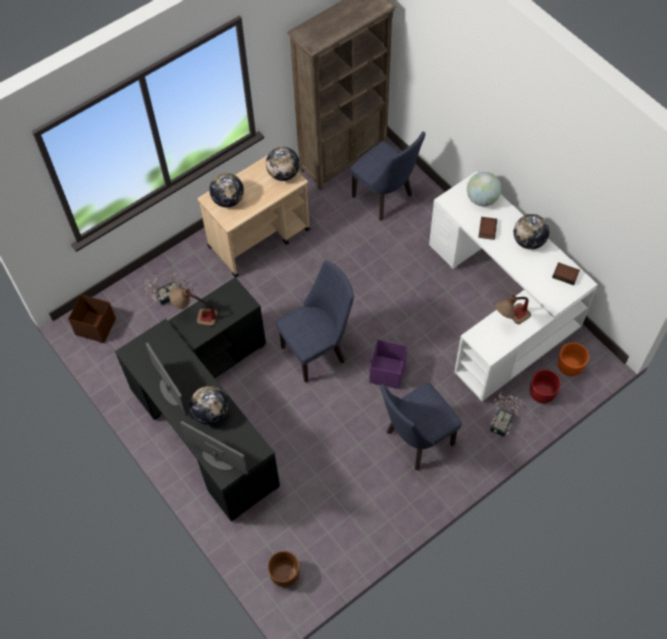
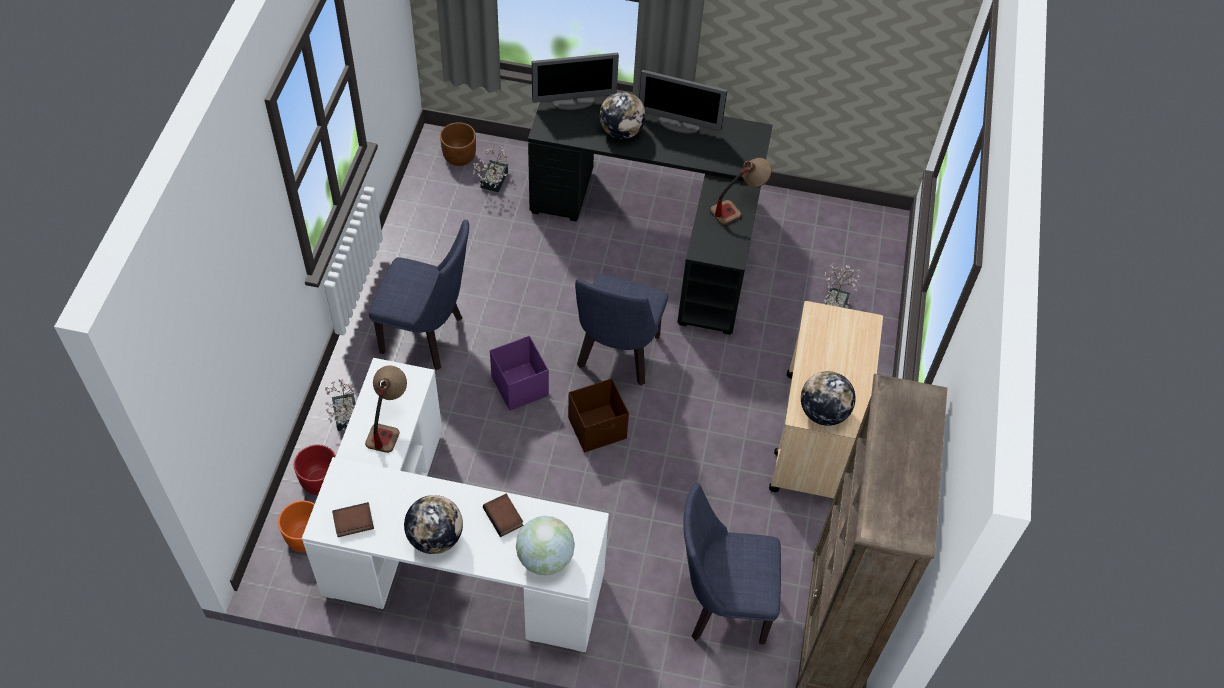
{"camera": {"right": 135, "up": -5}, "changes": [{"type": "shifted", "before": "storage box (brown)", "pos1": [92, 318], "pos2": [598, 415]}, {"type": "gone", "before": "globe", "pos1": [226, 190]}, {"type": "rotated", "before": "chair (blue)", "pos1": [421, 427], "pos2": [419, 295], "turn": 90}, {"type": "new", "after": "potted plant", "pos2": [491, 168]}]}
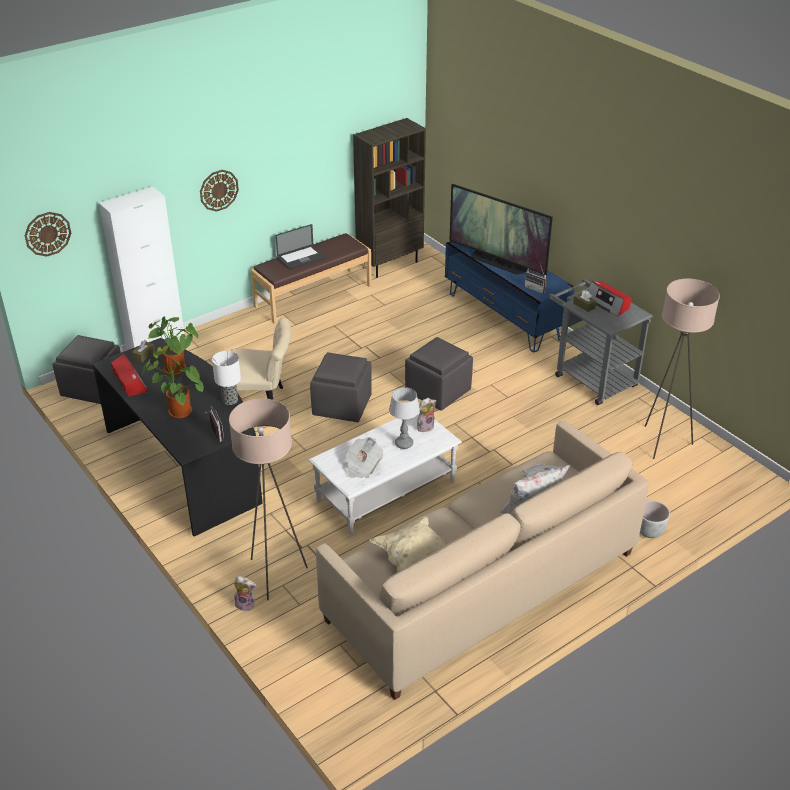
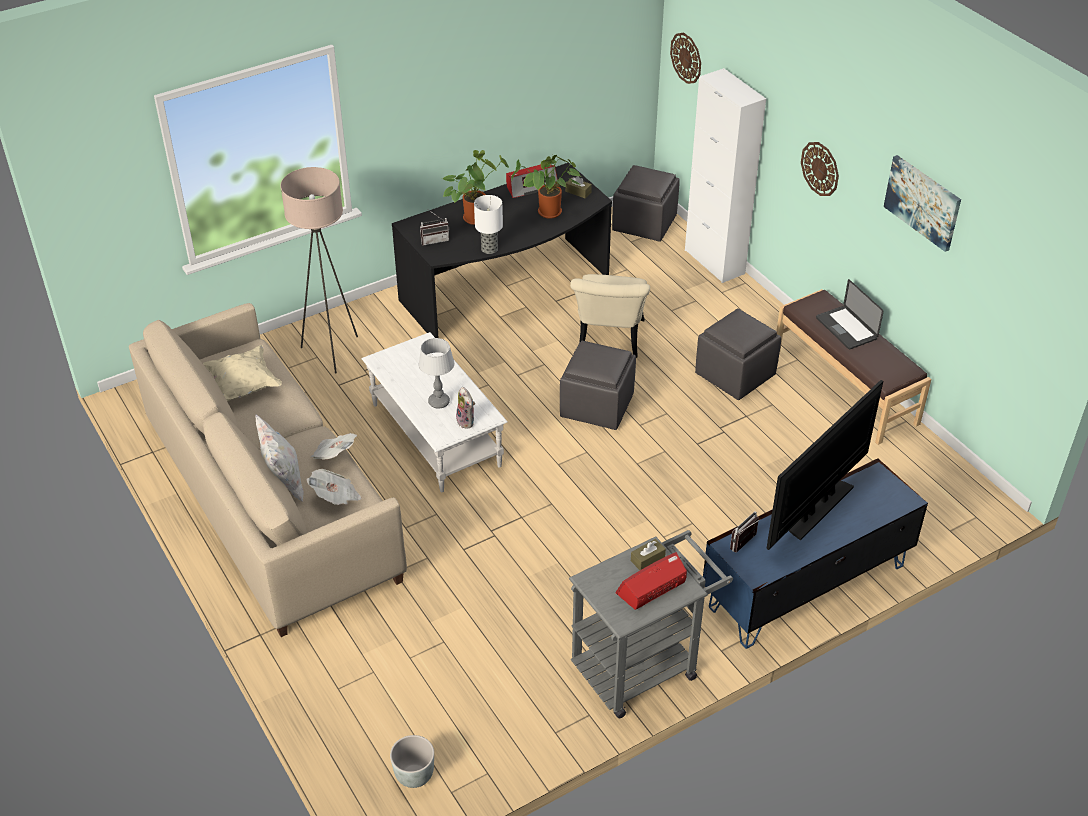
{"camera": {"right": 95, "up": 5}, "changes": [{"type": "gone", "before": "plush toy", "pos1": [245, 593]}, {"type": "shifted", "before": "newspaper", "pos1": [363, 457], "pos2": [334, 446]}, {"type": "gone", "before": "bookcase (brown)", "pos1": [389, 198]}, {"type": "shifted", "before": "ottoman (grey)", "pos1": [439, 374], "pos2": [738, 354]}, {"type": "shifted", "before": "planter (grey)", "pos1": [655, 519], "pos2": [412, 761]}, {"type": "gone", "before": "floor lamp (beige)", "pos1": [682, 369]}, {"type": "new", "after": "picture", "pos2": [922, 203]}]}
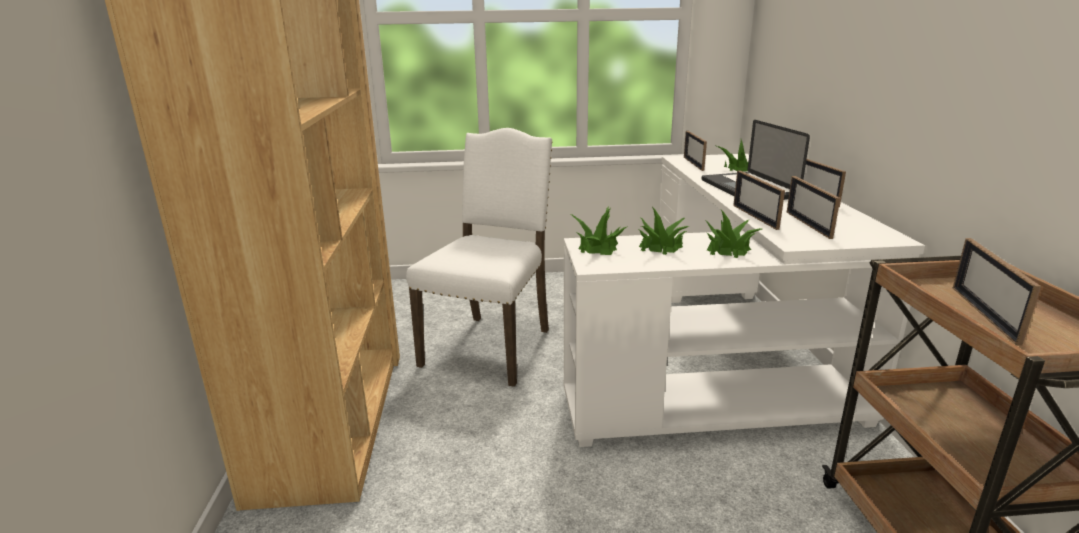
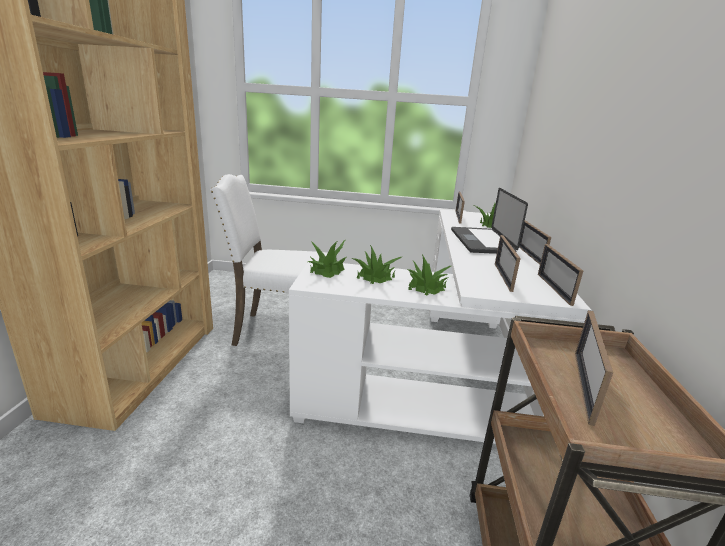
{"camera": {"right": 10, "up": 0}, "changes": [{"type": "rotated", "before": "chair (white)", "pos1": [479, 257], "pos2": [269, 260], "turn": -120}, {"type": "shifted", "before": "picture frame", "pos1": [759, 200], "pos2": [560, 275]}]}
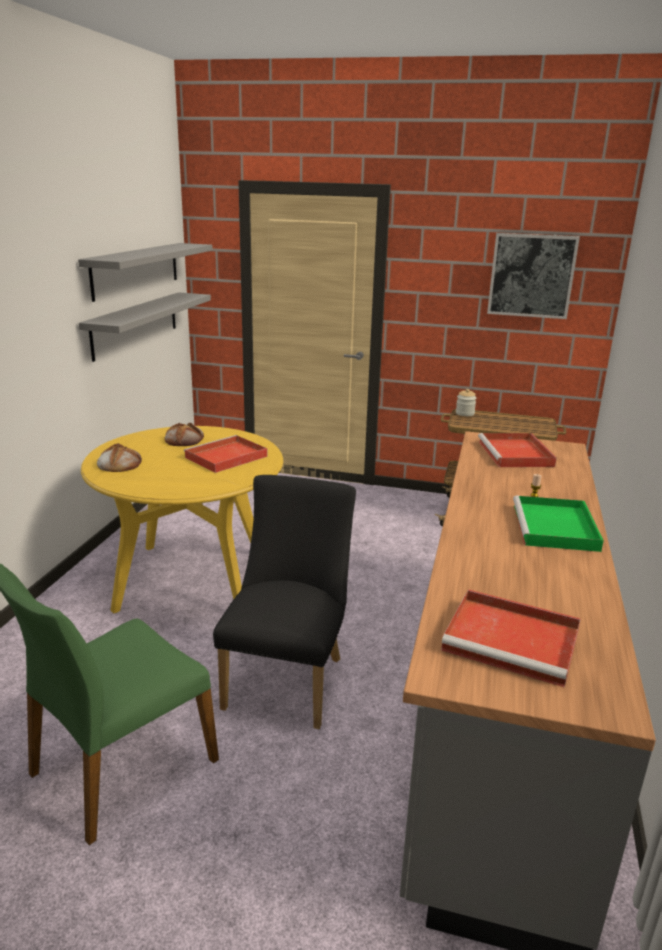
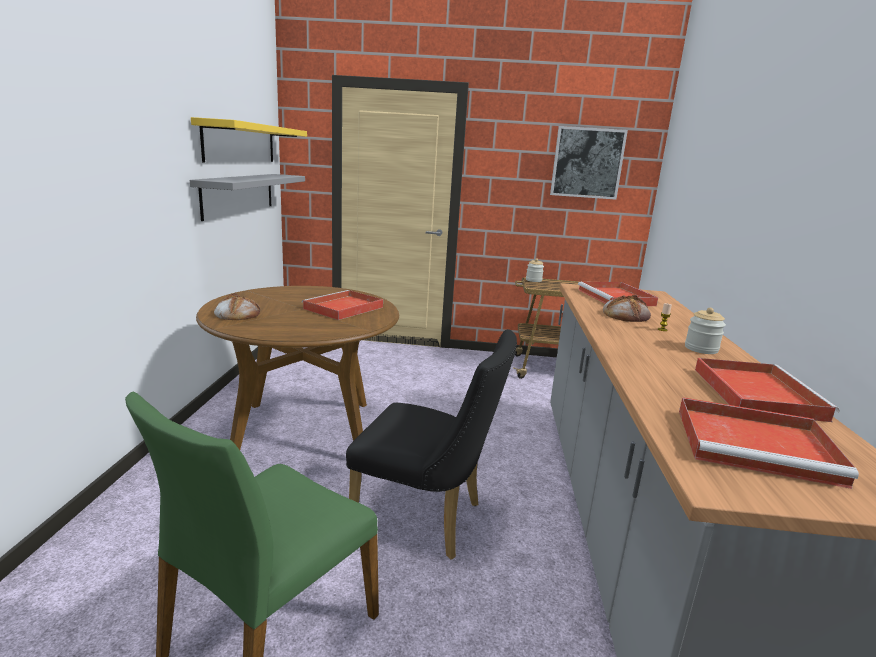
{"camera": {"right": -10, "up": -5}, "changes": [{"type": "repainted", "before": "shelf (grey)", "after": "shelf (yellow)", "pos1": [145, 272], "pos2": [249, 140]}, {"type": "repainted", "before": "dining table (yellow)", "after": "dining table (brown)", "pos1": [182, 519], "pos2": [297, 368]}, {"type": "shifted", "before": "bread", "pos1": [184, 434], "pos2": [627, 308]}, {"type": "rotated", "before": "chair (black)", "pos1": [284, 602], "pos2": [431, 444], "turn": 105}, {"type": "swapped", "before": "tray (green)", "after": "jar", "pos1": [558, 523], "pos2": [705, 331]}, {"type": "new", "after": "tray (red)", "pos2": [767, 390]}]}
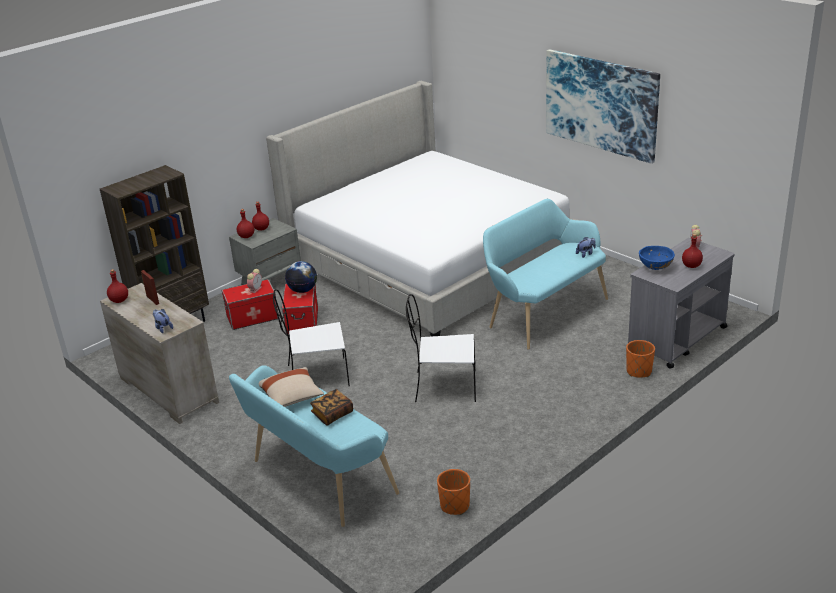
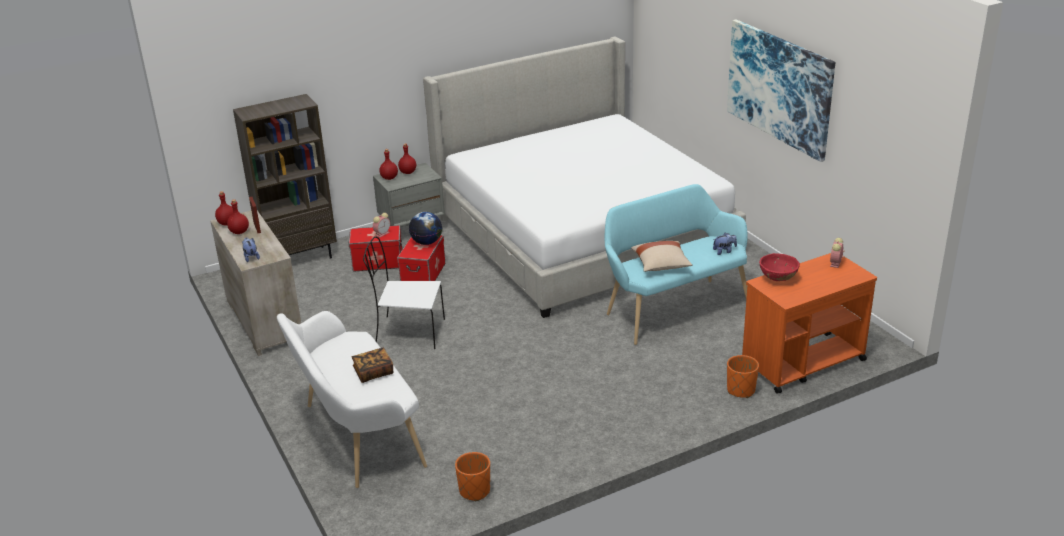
{"camera": {"right": 15, "up": 0}, "changes": [{"type": "repainted", "before": "bench (turquoise)", "after": "bench (white)", "pos1": [314, 446], "pos2": [352, 399]}, {"type": "shifted", "before": "pillow (beige)", "pos1": [291, 387], "pos2": [661, 256]}, {"type": "gone", "before": "chair (white)", "pos1": [441, 348]}, {"type": "repainted", "before": "cart (grey)", "after": "cart (orange)", "pos1": [681, 303], "pos2": [809, 323]}, {"type": "repainted", "before": "bowl (blue)", "after": "bowl (red)", "pos1": [657, 258], "pos2": [779, 267]}, {"type": "shifted", "before": "bottle (red)", "pos1": [692, 251], "pos2": [238, 216]}]}
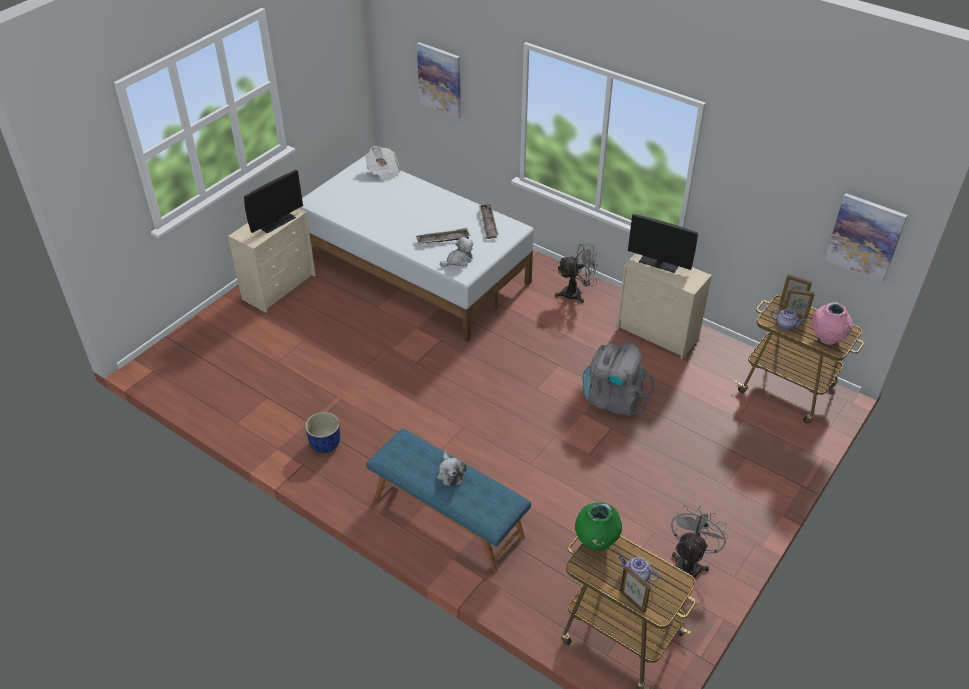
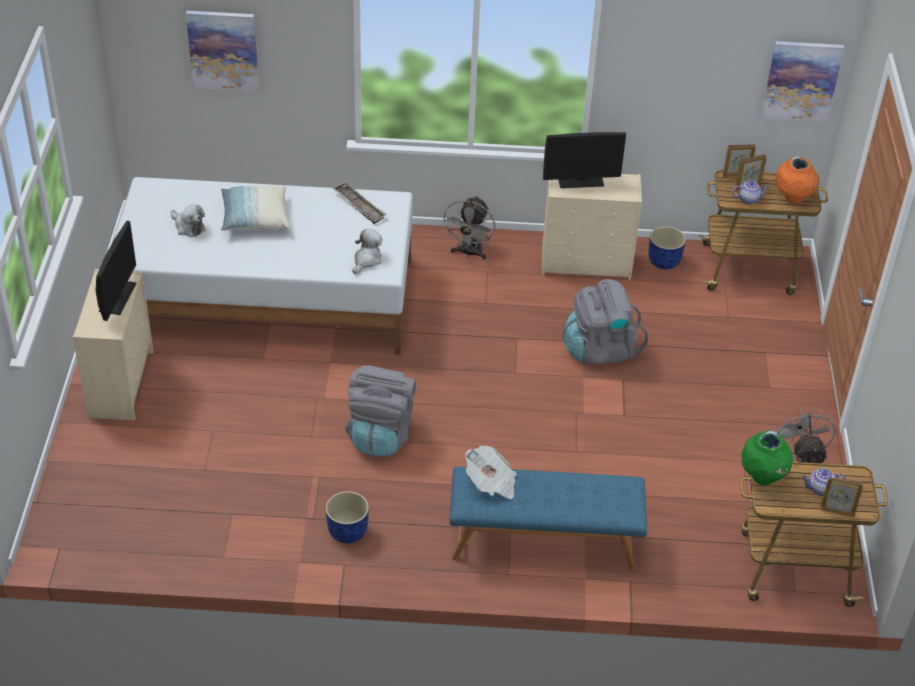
{"camera": {"right": -35, "up": 0}, "changes": [{"type": "shifted", "before": "newspaper", "pos1": [383, 164], "pos2": [490, 472]}, {"type": "gone", "before": "tray", "pos1": [443, 236]}, {"type": "shifted", "before": "plush toy", "pos1": [452, 468], "pos2": [188, 220]}, {"type": "rotated", "before": "fan (grey)", "pos1": [577, 273], "pos2": [468, 228], "turn": 150}, {"type": "repainted", "before": "vase (pink)", "after": "vase (orange)", "pos1": [832, 323], "pos2": [797, 180]}, {"type": "new", "after": "pillow", "pos2": [255, 208]}, {"type": "new", "after": "backpack (grey)", "pos2": [380, 411]}, {"type": "new", "after": "planter (blue)", "pos2": [667, 247]}]}
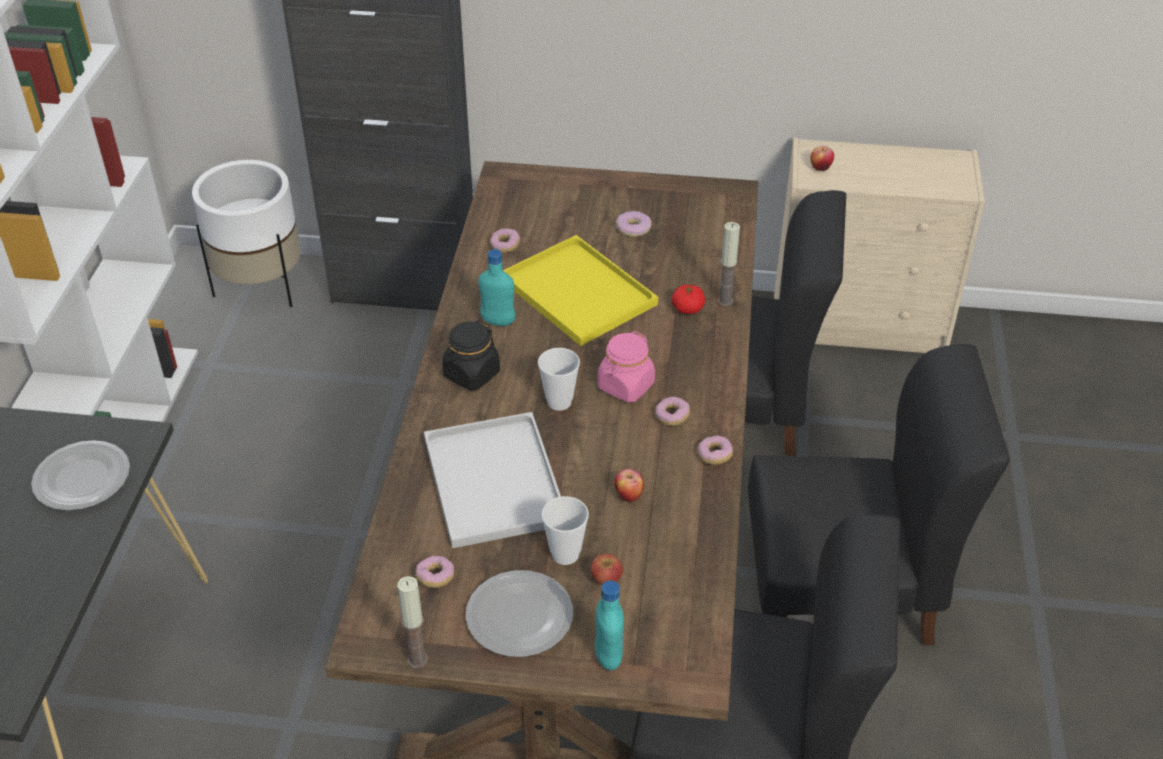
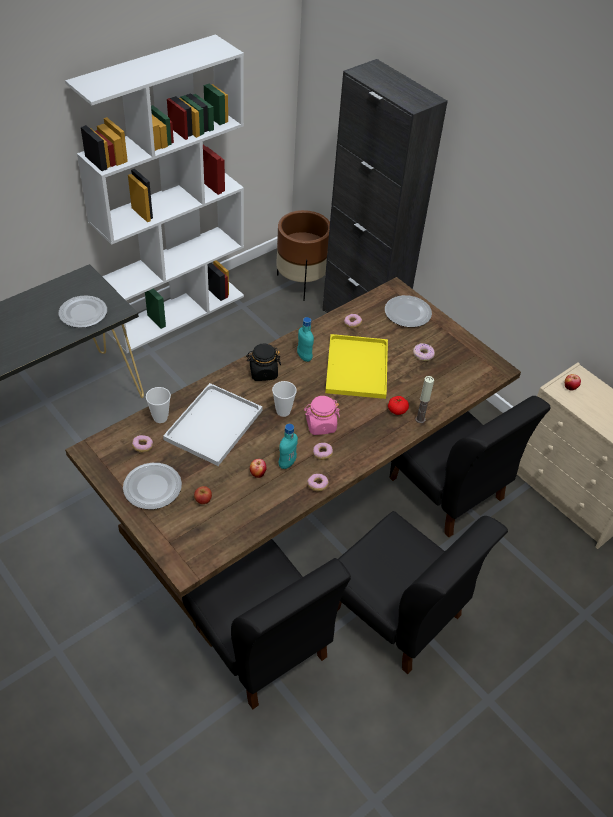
{"camera": {"right": 40, "up": 5}, "changes": [{"type": "repainted", "before": "planter (white)", "after": "planter (brown)", "pos1": [246, 233], "pos2": [303, 255]}, {"type": "gone", "before": "candle", "pos1": [412, 622]}, {"type": "shifted", "before": "cup", "pos1": [565, 530], "pos2": [158, 405]}, {"type": "shifted", "before": "bottle (turquoise)", "pos1": [609, 625], "pos2": [288, 446]}, {"type": "new", "after": "plate", "pos2": [408, 311]}]}
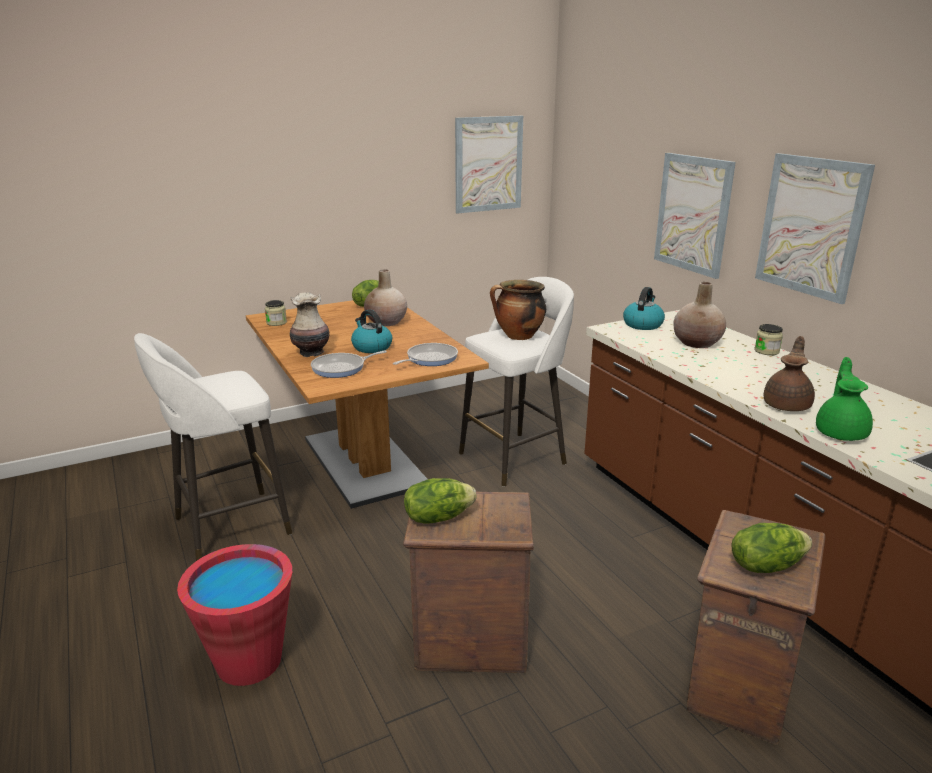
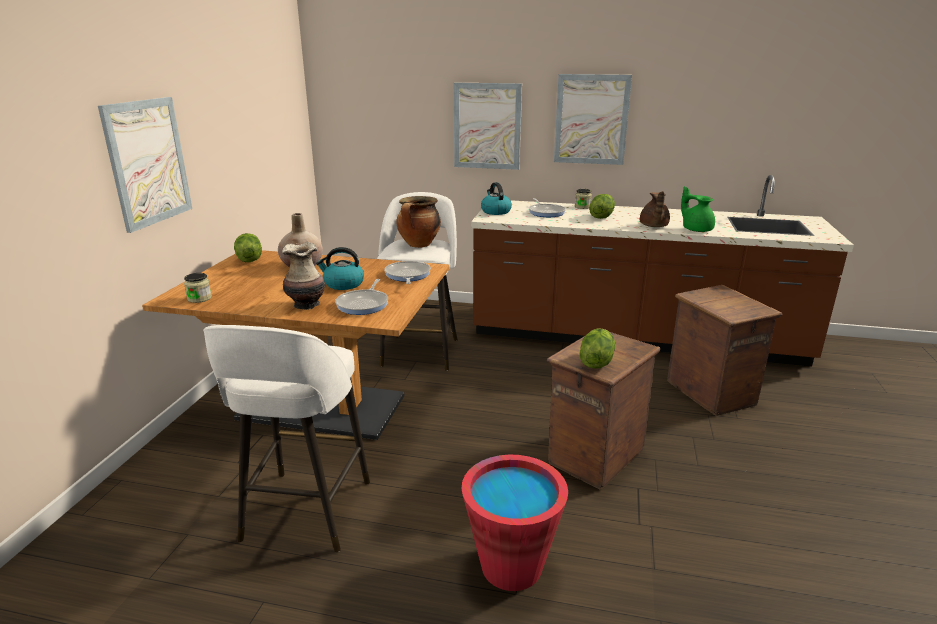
{"camera": {"right": -50, "up": 0}, "changes": [{"type": "shifted", "before": "picture", "pos1": [489, 165], "pos2": [145, 165]}, {"type": "swapped", "before": "vase (beige)", "after": "frying pan", "pos1": [699, 315], "pos2": [547, 207]}, {"type": "shifted", "before": "lettuce", "pos1": [771, 548], "pos2": [602, 206]}, {"type": "rotated", "before": "teapot (brown)", "pos1": [789, 373], "pos2": [655, 209], "turn": -150}]}
